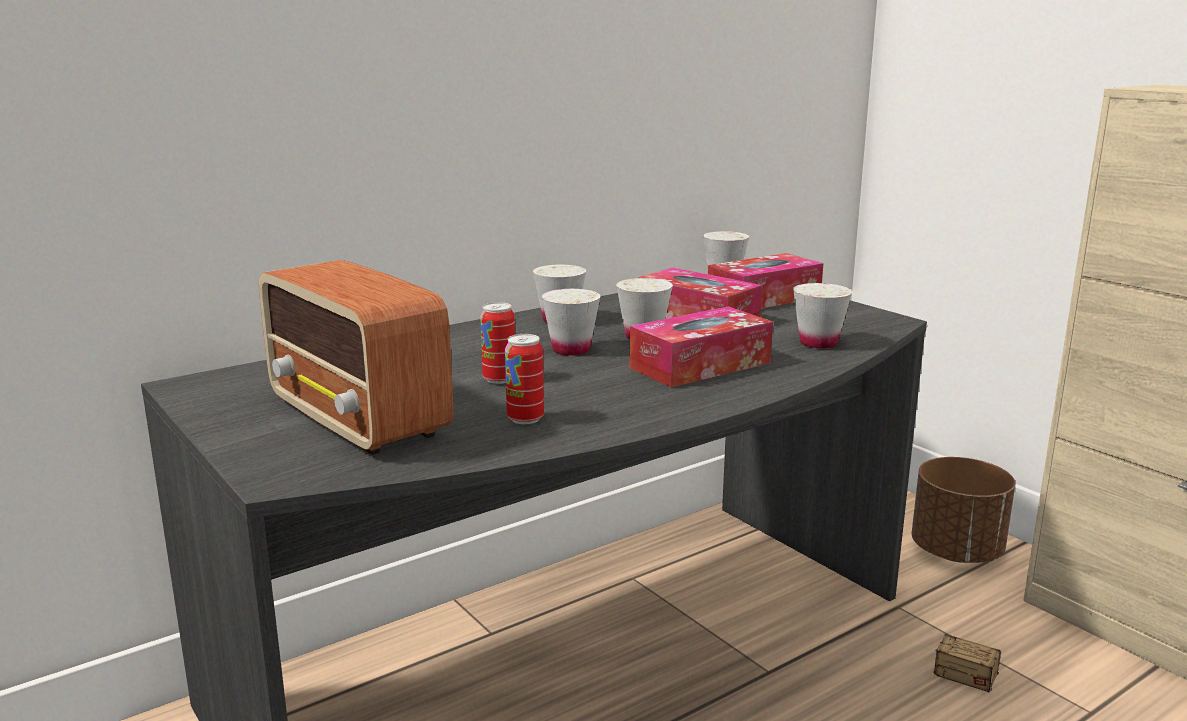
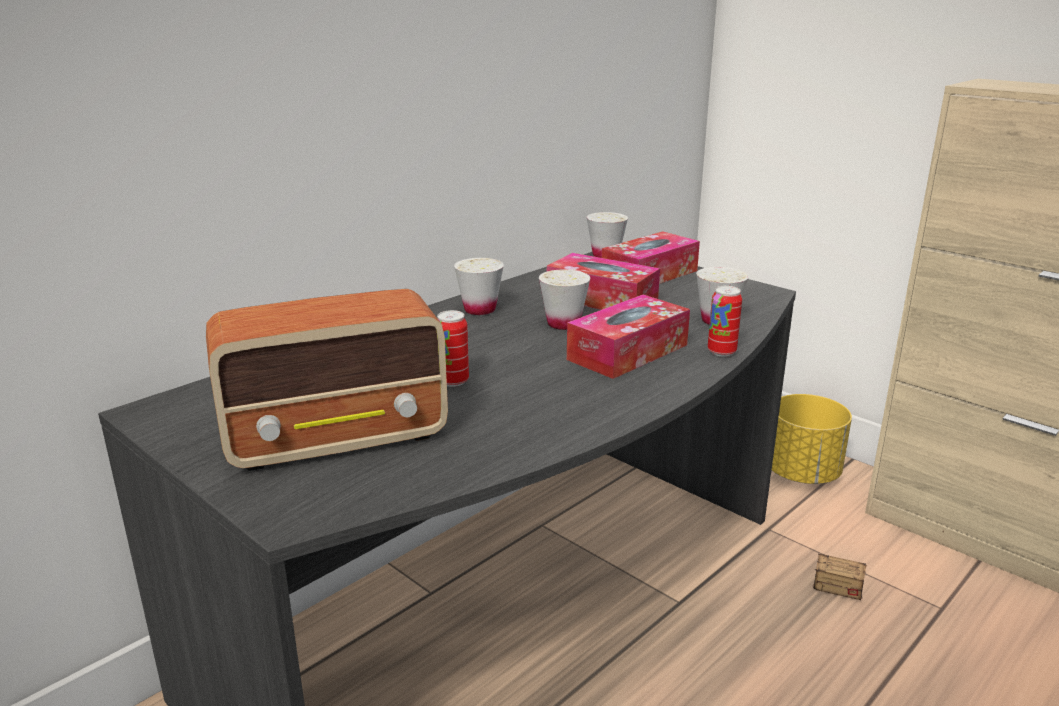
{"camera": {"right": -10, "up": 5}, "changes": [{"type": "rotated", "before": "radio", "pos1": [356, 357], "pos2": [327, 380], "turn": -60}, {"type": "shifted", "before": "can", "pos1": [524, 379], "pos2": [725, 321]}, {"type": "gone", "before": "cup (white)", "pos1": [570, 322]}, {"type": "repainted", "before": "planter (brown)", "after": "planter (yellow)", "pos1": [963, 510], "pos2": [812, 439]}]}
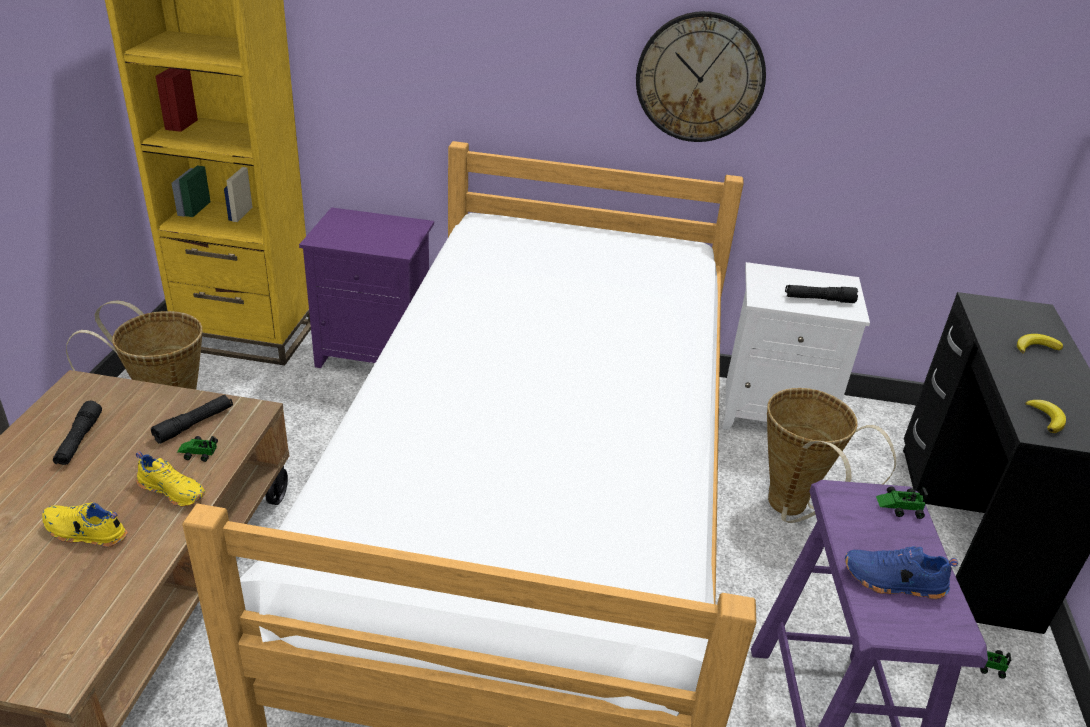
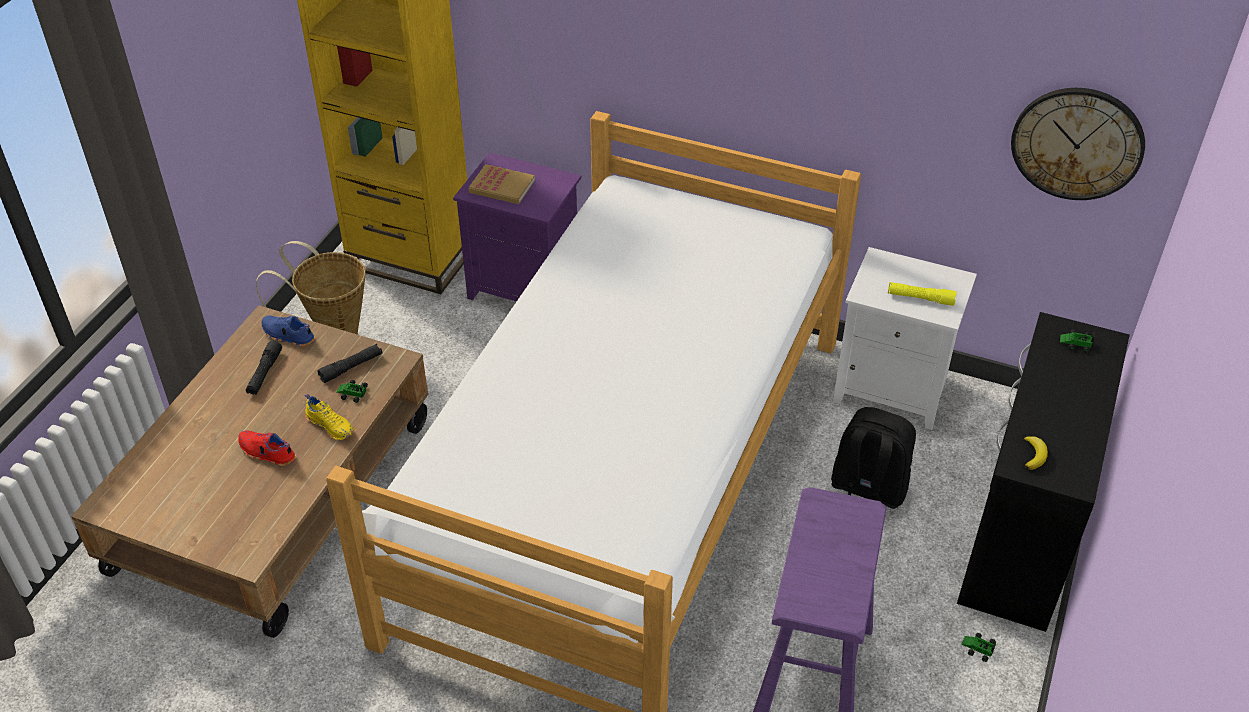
{"camera": {"right": 15, "up": 10}, "changes": [{"type": "repainted", "before": "shoe (yellow)", "after": "shoe (red)", "pos1": [84, 525], "pos2": [267, 448]}, {"type": "shifted", "before": "wall clock", "pos1": [701, 76], "pos2": [1078, 144]}, {"type": "swapped", "before": "basket", "after": "backpack (black)", "pos1": [831, 455], "pos2": [873, 458]}, {"type": "repainted", "before": "flashlight (black)", "after": "flashlight (yellow)", "pos1": [821, 294], "pos2": [922, 294]}, {"type": "shifted", "before": "shoe (blue)", "pos1": [901, 573], "pos2": [289, 331]}, {"type": "shifted", "before": "toy car", "pos1": [902, 502], "pos2": [1077, 341]}, {"type": "gone", "before": "banana", "pos1": [1040, 344]}, {"type": "new", "after": "book", "pos2": [501, 184]}]}
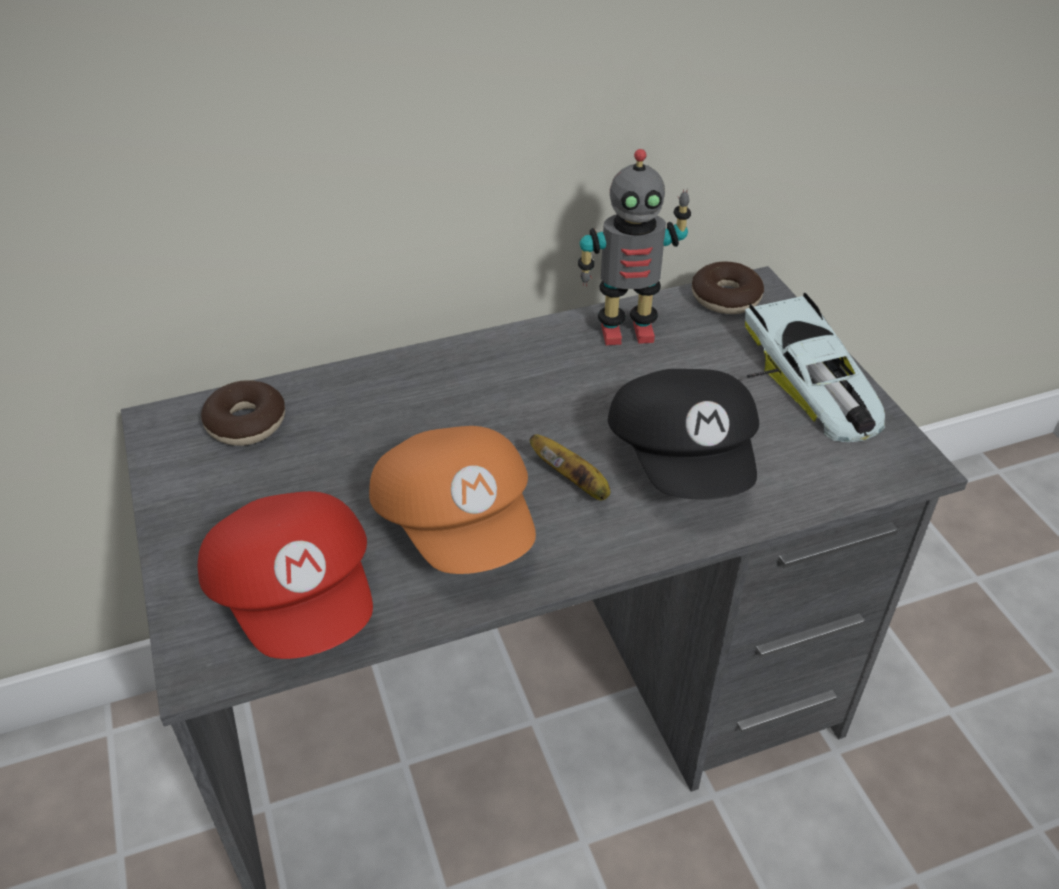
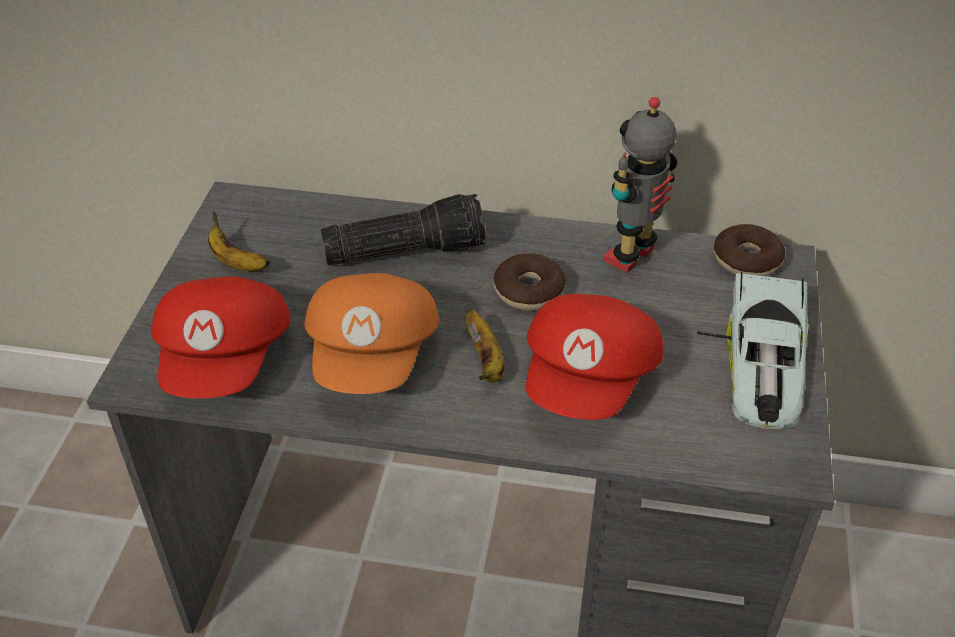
{"camera": {"right": 30, "up": 0}, "changes": [{"type": "shifted", "before": "donut", "pos1": [243, 413], "pos2": [530, 282]}, {"type": "rotated", "before": "toy robot", "pos1": [634, 247], "pos2": [640, 185], "turn": 105}, {"type": "repainted", "before": "cap (black)", "after": "cap (red)", "pos1": [683, 434], "pos2": [595, 357]}, {"type": "new", "after": "banana", "pos2": [239, 241]}, {"type": "new", "after": "flashlight", "pos2": [403, 229]}]}
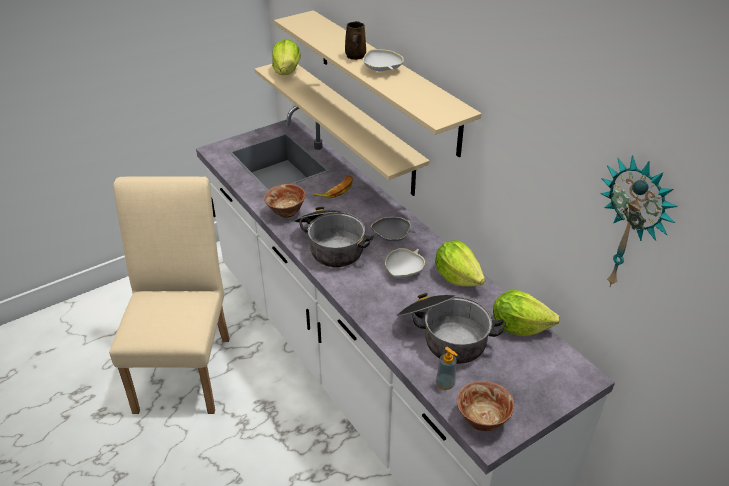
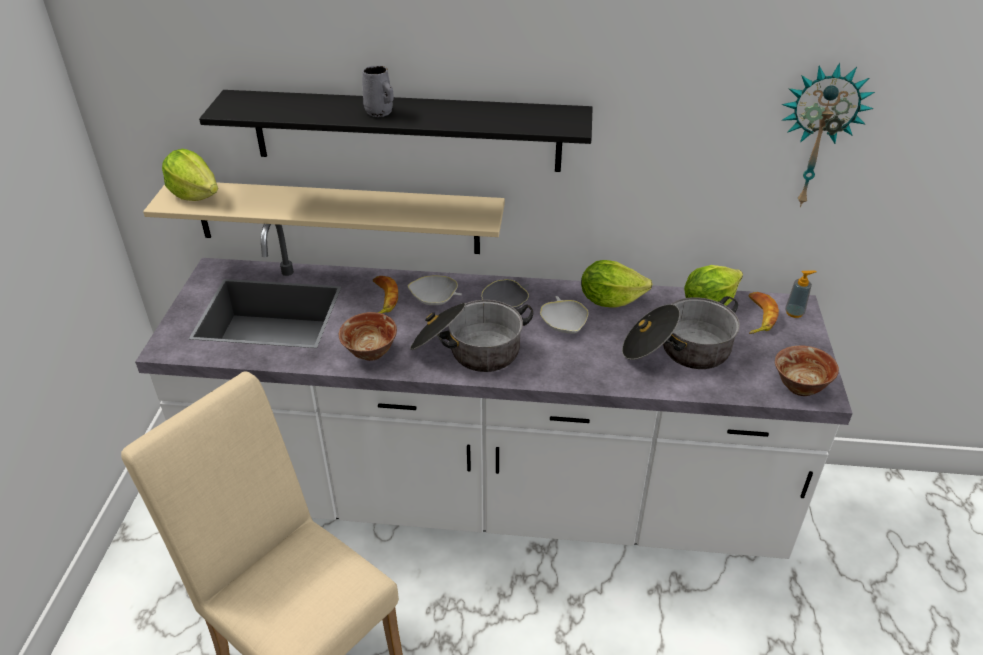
{"camera": {"right": -50, "up": 0}, "changes": [{"type": "repainted", "before": "shelf (beige)", "after": "shelf (black)", "pos1": [377, 83], "pos2": [396, 131]}, {"type": "repainted", "before": "mug (brown)", "after": "mug (grey)", "pos1": [355, 40], "pos2": [378, 91]}, {"type": "shifted", "before": "bowl (white)", "pos1": [383, 60], "pos2": [435, 290]}, {"type": "shifted", "before": "soap dispenser", "pos1": [447, 368], "pos2": [801, 294]}, {"type": "new", "after": "banana", "pos2": [764, 313]}]}
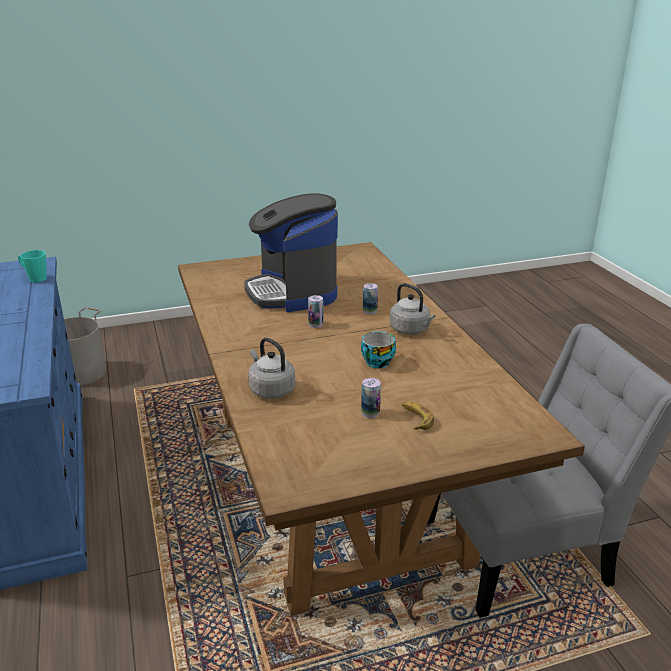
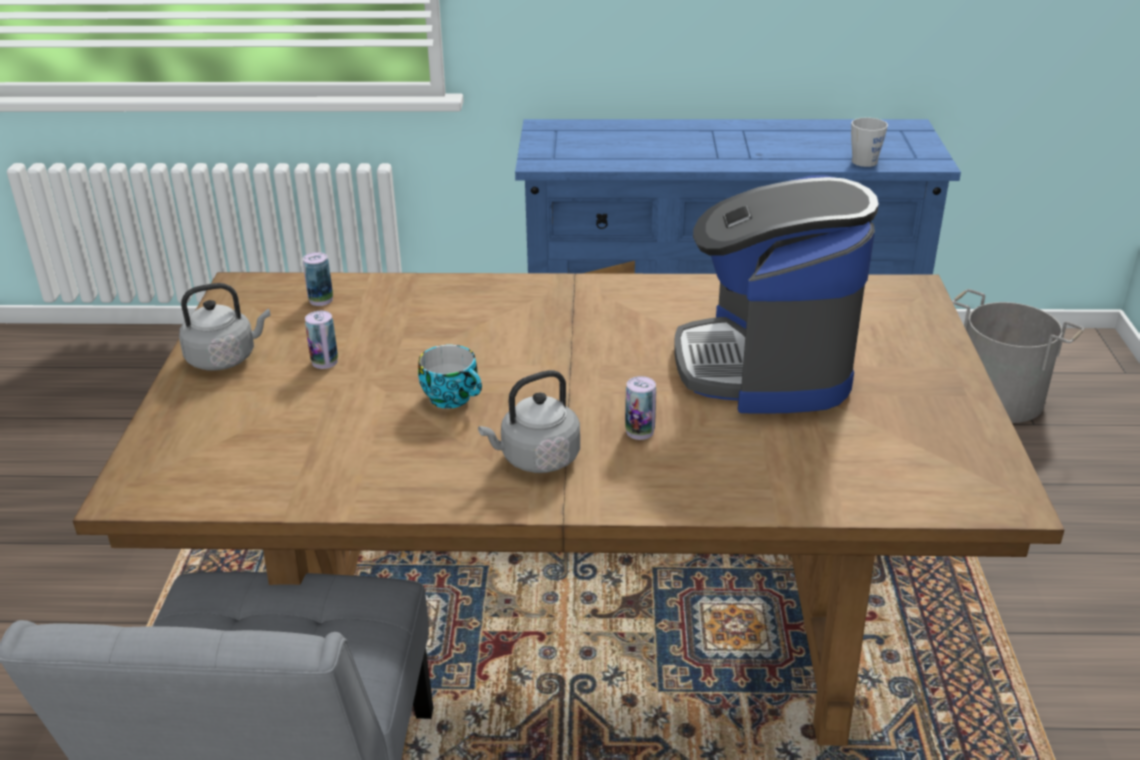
{"camera": {"right": 110, "up": 5}, "changes": [{"type": "repainted", "before": "mug (turquoise)", "after": "mug (grey)", "pos1": [32, 266], "pos2": [869, 142]}, {"type": "rotated", "before": "coffee machine", "pos1": [291, 252], "pos2": [776, 294], "turn": -90}, {"type": "shifted", "before": "kettle (grey)", "pos1": [271, 368], "pos2": [225, 327]}, {"type": "shifted", "before": "can", "pos1": [316, 311], "pos2": [318, 279]}, {"type": "gone", "before": "banana", "pos1": [418, 415]}]}
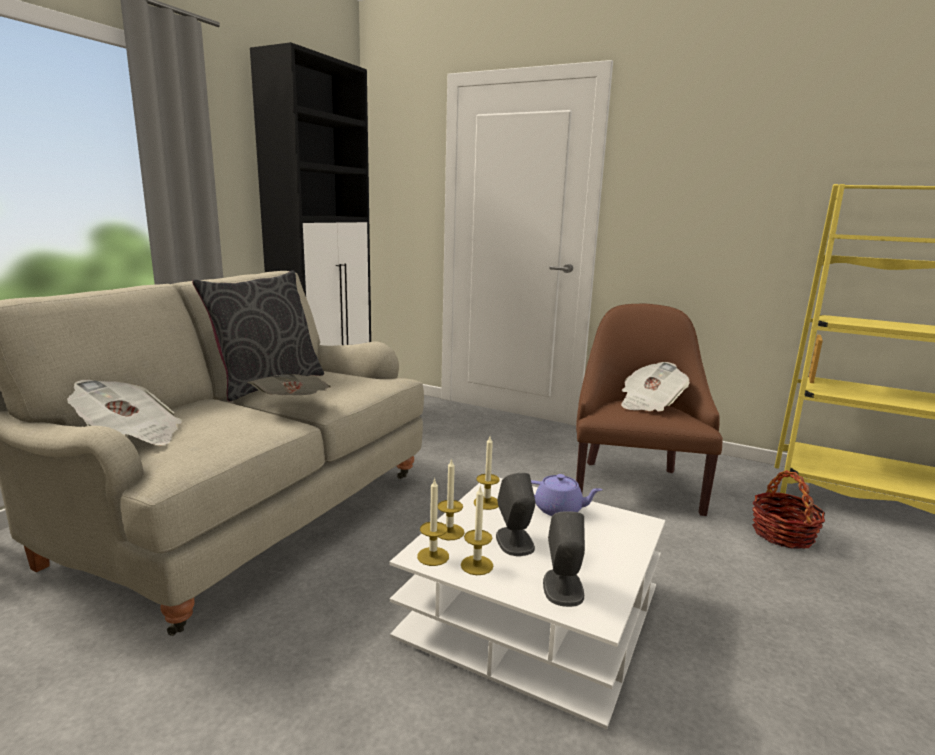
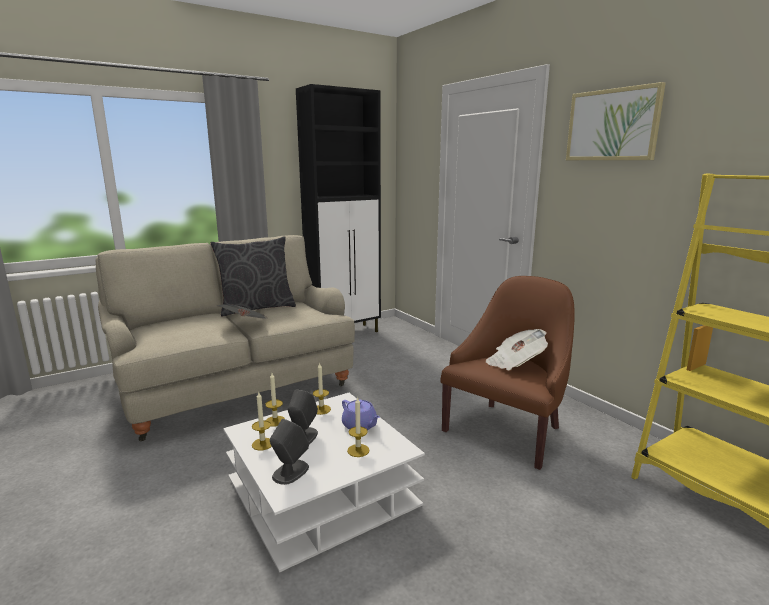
{"camera": {"right": 30, "up": 0}, "changes": [{"type": "gone", "before": "newspaper", "pos1": [124, 412]}, {"type": "shifted", "before": "candle", "pos1": [433, 522], "pos2": [358, 427]}, {"type": "gone", "before": "basket", "pos1": [789, 509]}, {"type": "new", "after": "picture", "pos2": [616, 121]}]}
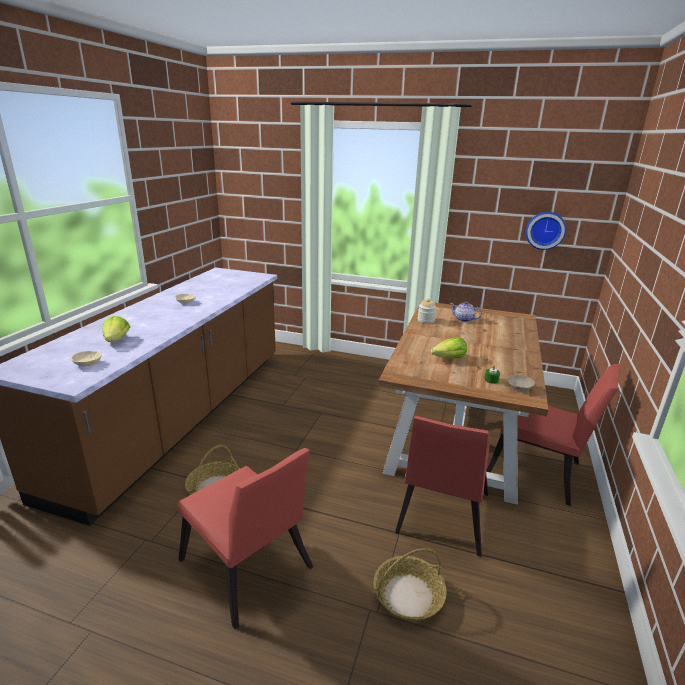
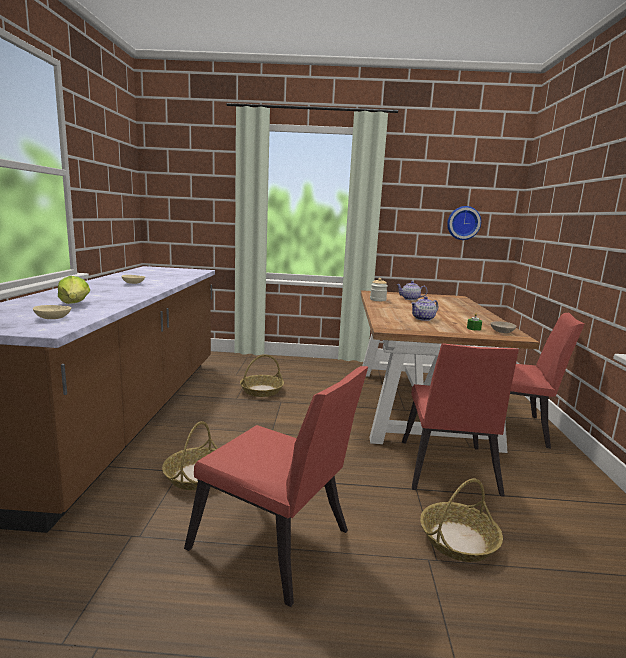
{"camera": {"right": -15, "up": -10}, "changes": [{"type": "swapped", "before": "lettuce", "after": "teapot", "pos1": [448, 347], "pos2": [424, 308]}, {"type": "new", "after": "basket", "pos2": [262, 376]}]}
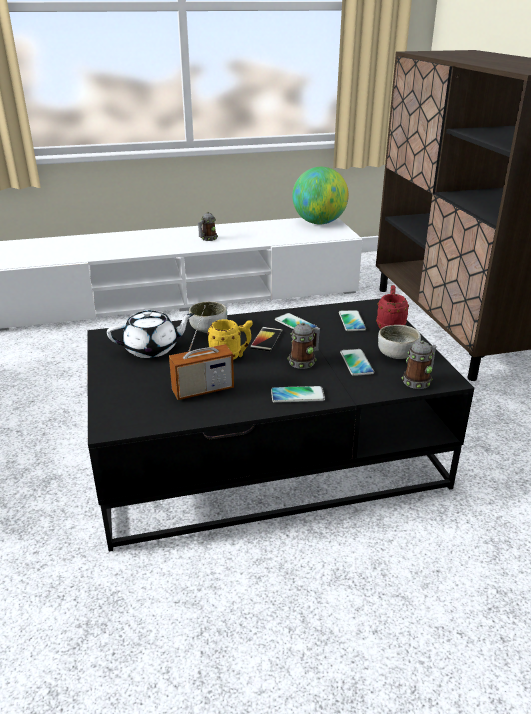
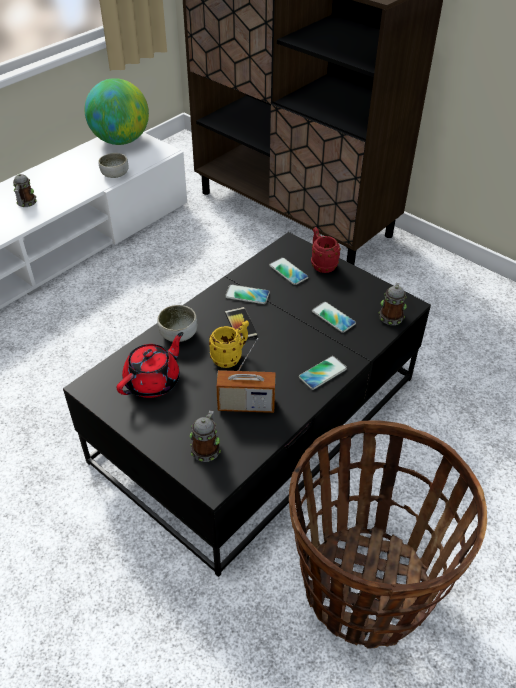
{"camera": {"right": -35, "up": 15}, "changes": [{"type": "repainted", "before": "teapot (white)", "after": "teapot (red)", "pos1": [150, 334], "pos2": [150, 365]}, {"type": "rotated", "before": "radio", "pos1": [201, 352], "pos2": [246, 375], "turn": 60}, {"type": "shifted", "before": "mug", "pos1": [303, 345], "pos2": [205, 436]}, {"type": "shifted", "before": "bowl", "pos1": [399, 342], "pos2": [113, 165]}, {"type": "new", "after": "basket", "pos2": [388, 534]}]}
